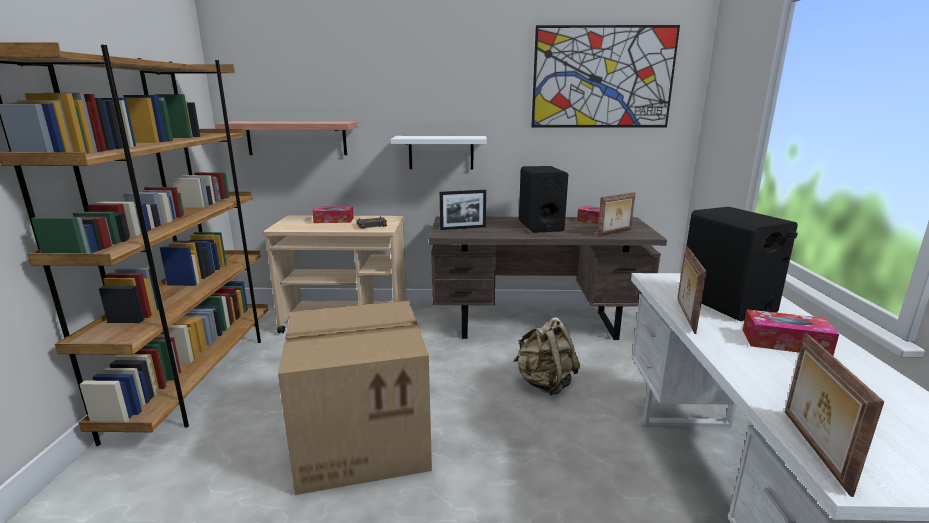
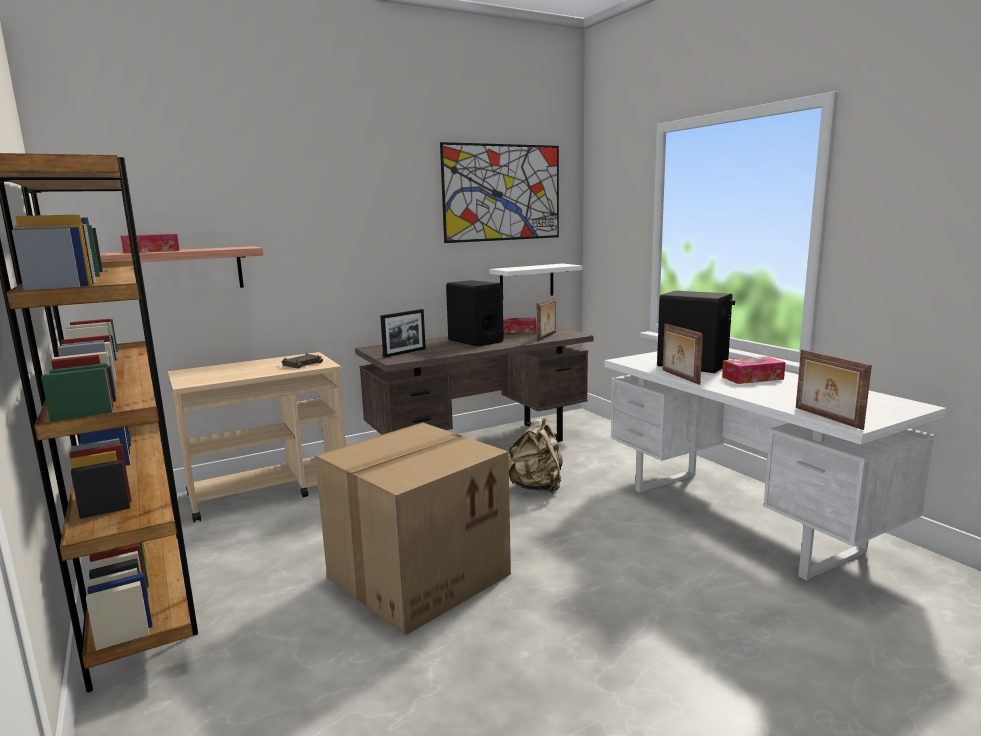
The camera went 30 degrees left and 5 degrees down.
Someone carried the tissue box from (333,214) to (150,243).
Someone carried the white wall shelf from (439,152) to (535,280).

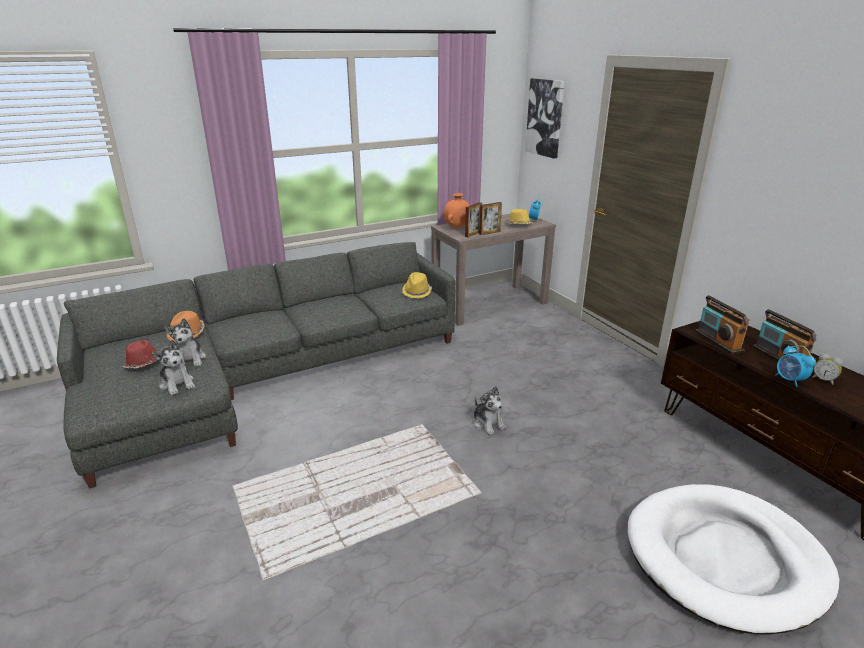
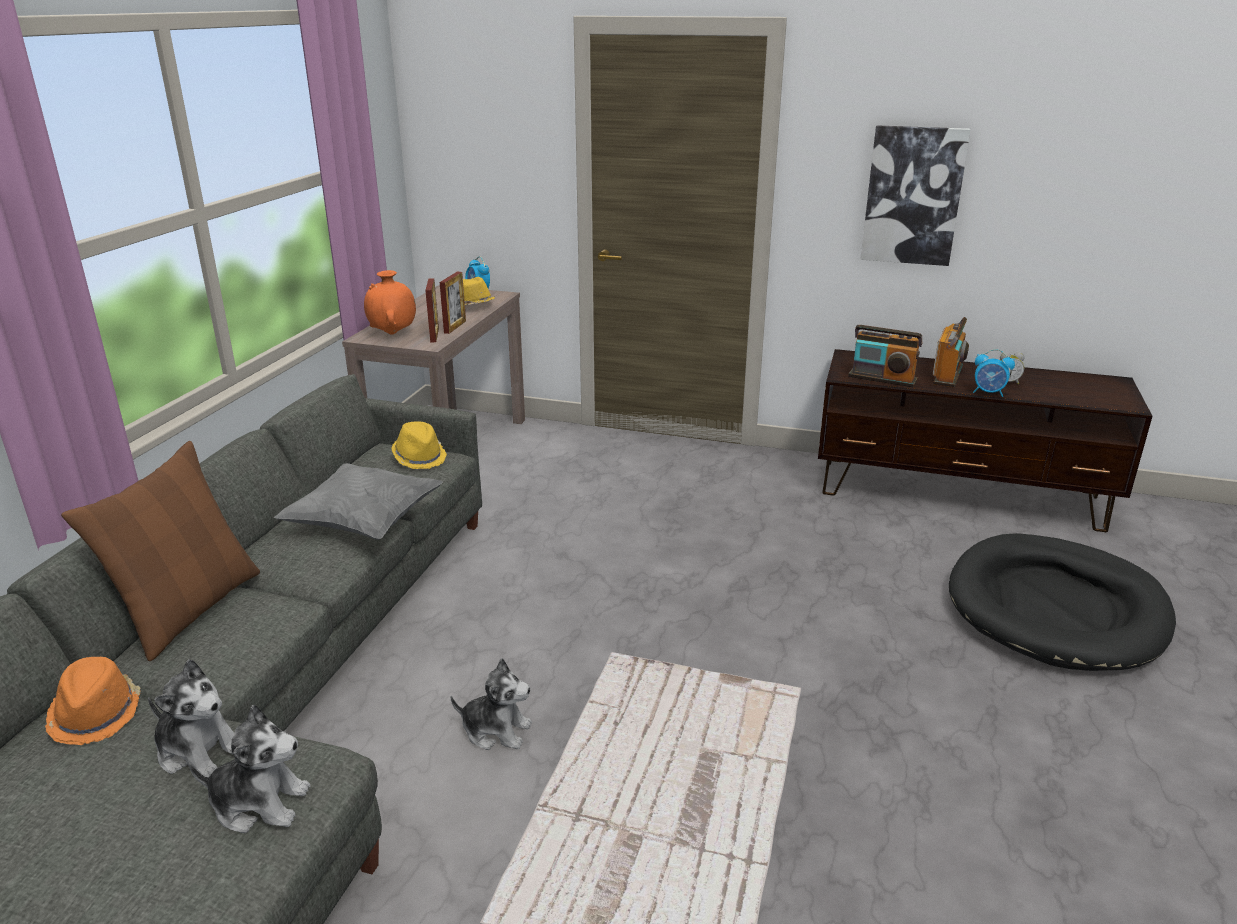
The camera went 45 degrees left and 0 degrees up.
Someone put down the brown pillow at (160,551).
Someone put down the greyish pillow at (358,501).
Someone carried the plush toy from (489,410) to (491,704).
Someone carried the wall picture from (545,118) to (915,195).
Someone rotated the radio receiver at (784,335) by 90 degrees counterclockwise.
Someone repainted the white dog cushion at (733,559), which became the blackish dog cushion at (1062,602).
Someone took away the red-coloured hat at (139,354).

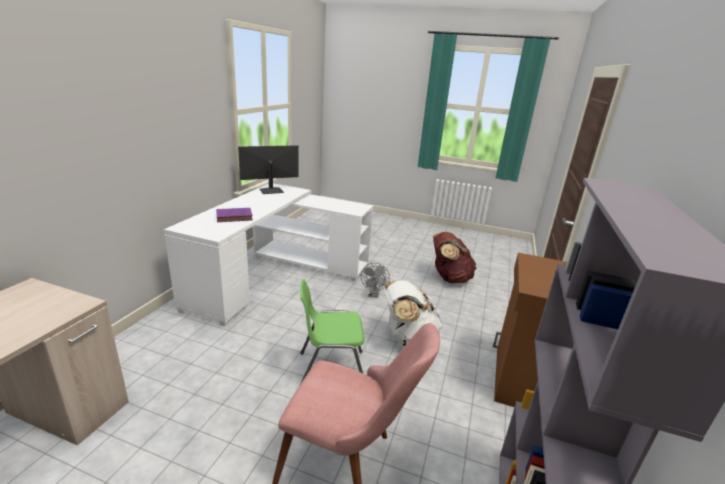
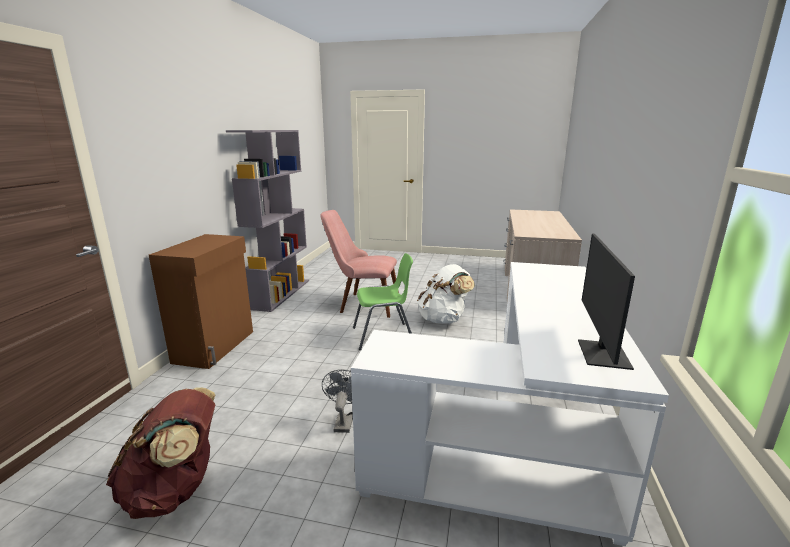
The camera went 175 degrees right and 5 degrees down.
Someone carried the white backpack from (414,313) to (446,294).
Someone rotated the computer display at (268,169) by 135 degrees clockwise.
Someone took away the purple book at (234,215).

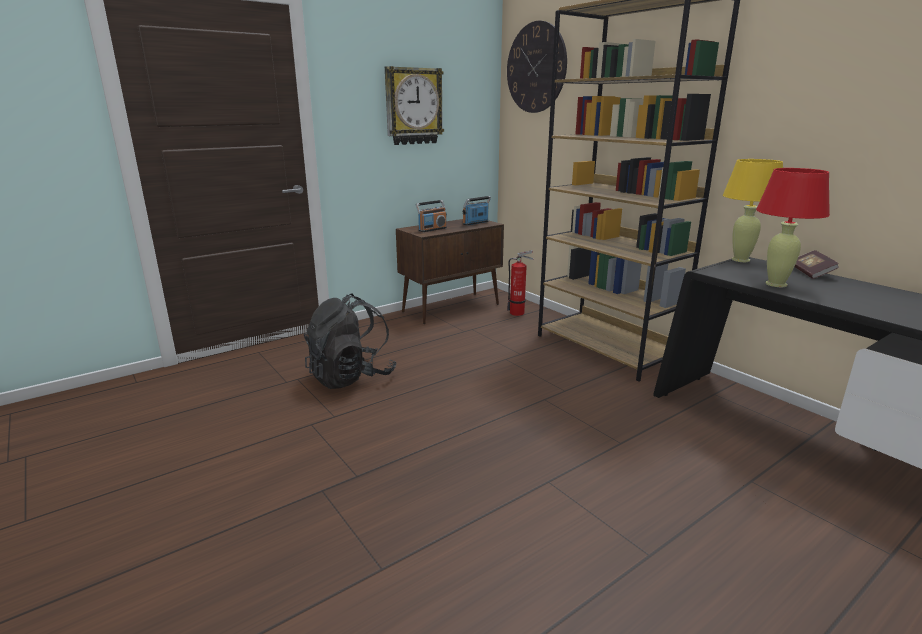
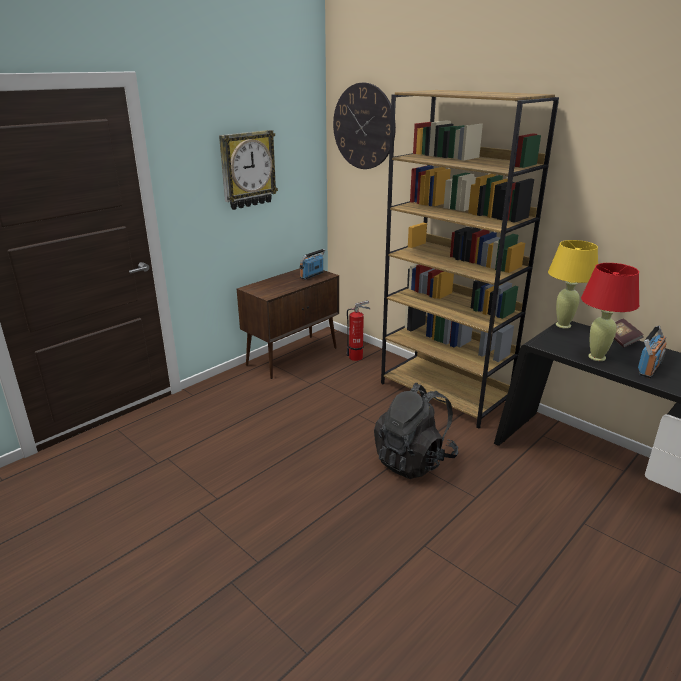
The camera went 10 degrees left and 5 degrees up.
Someone carried the blackish backpack from (350,341) to (416,431).
Someone carried the radio receiver from (431,216) to (652,352).

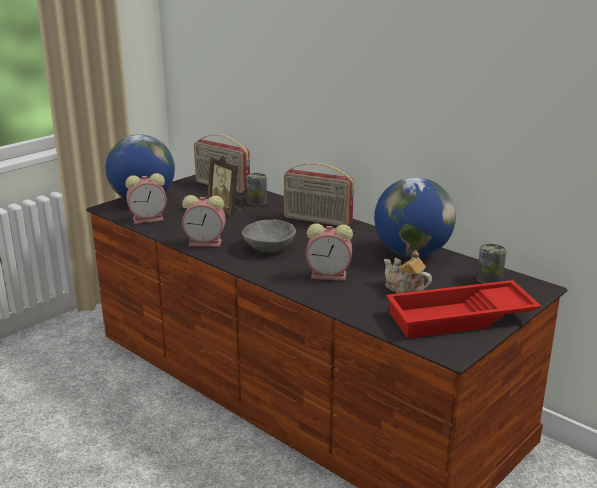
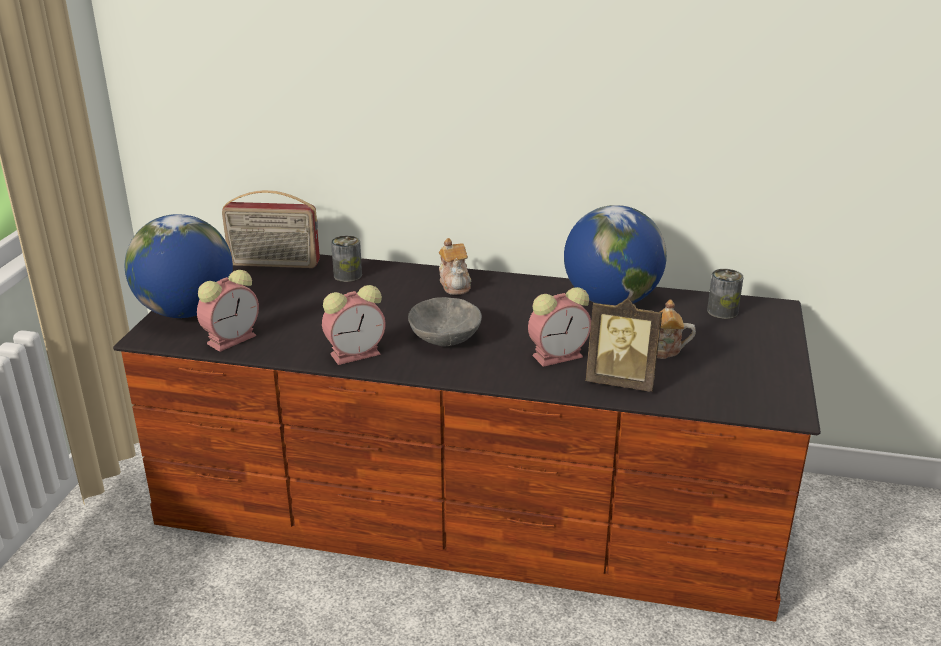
The camera went 30 degrees left and 5 degrees up.
Someone swapped the radio receiver at (319,194) for the tea pot at (455,266).
Someone carried the photo frame from (225,185) to (624,345).
Someone took away the red-coloured serving tray at (463,309).

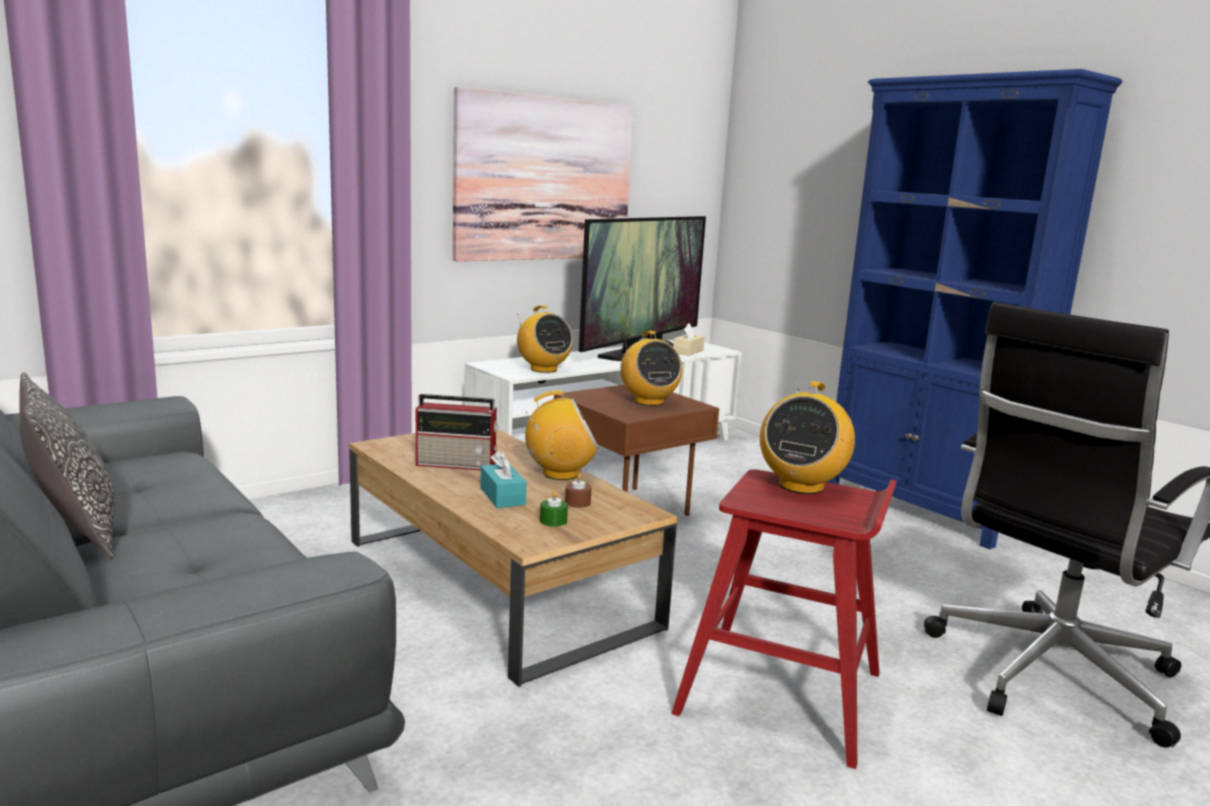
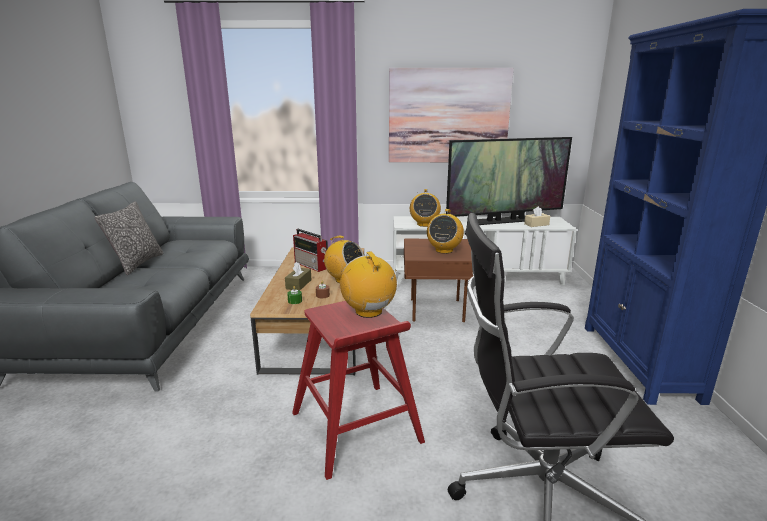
The camera went 40 degrees right and 5 degrees up.
Someone repainted the blue-green tissue box at (504,479), which became the brown tissue box at (298,275).
Someone rotated the radio receiver at (807,437) by 90 degrees clockwise.

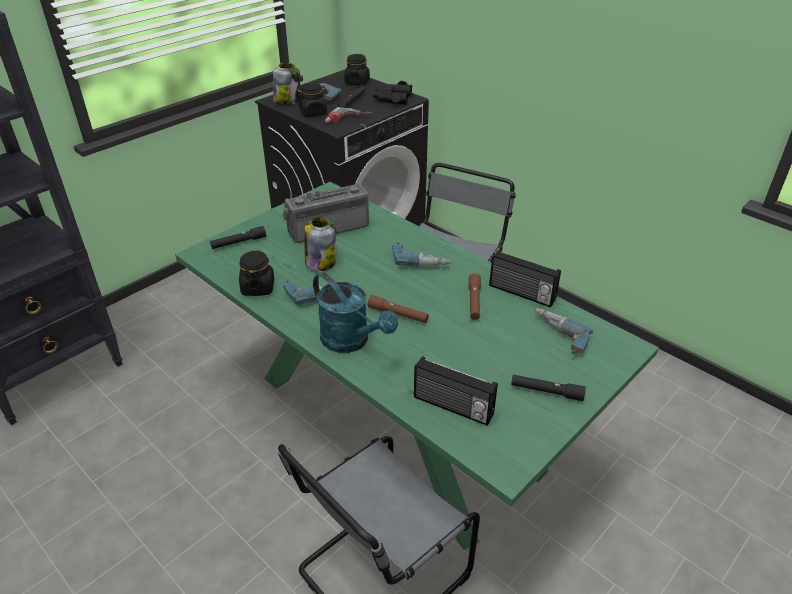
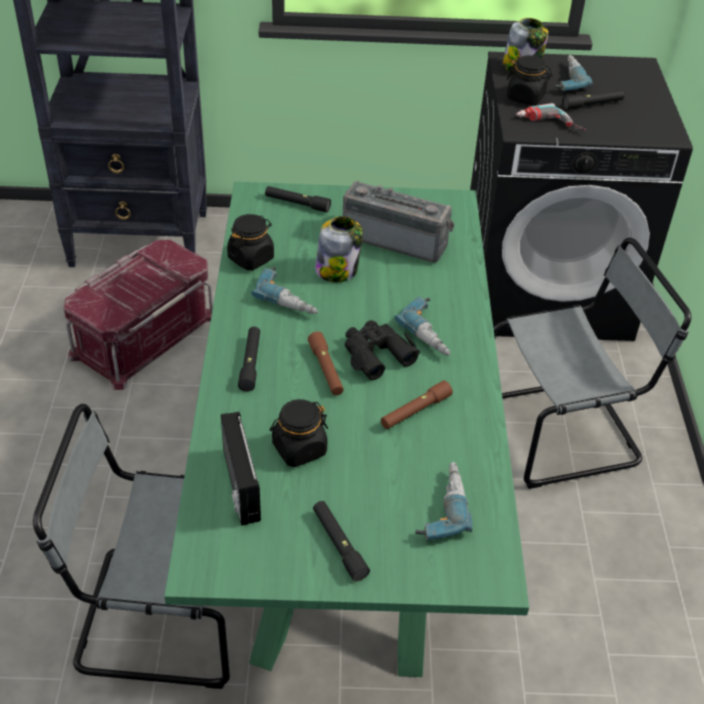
The camera went 45 degrees right and 5 degrees up.
Someone put down the red-coloured storage box at (138,315).
Someone swapped the blue-green watering pot at (355,312) for the blackish hand torch at (249,359).
Someone carried the blackish storage jar from (357,70) to (299,433).
Someone carried the blackish binoculars from (392,93) to (382,350).
Someone took away the radio receiver at (525,278).

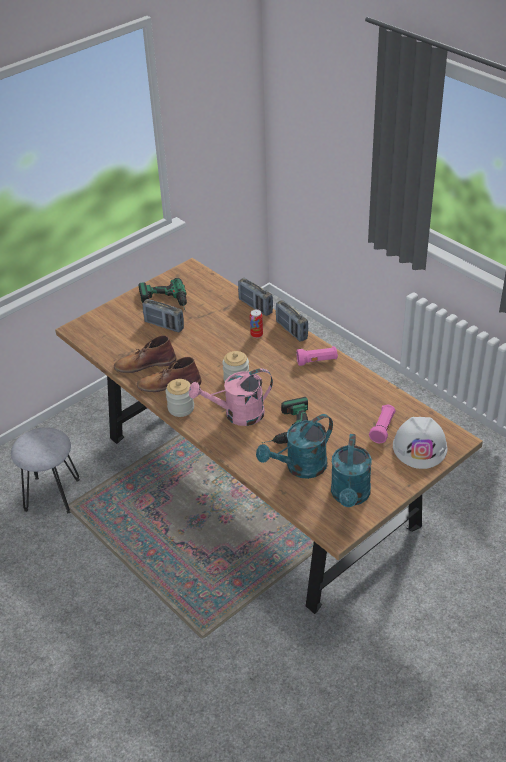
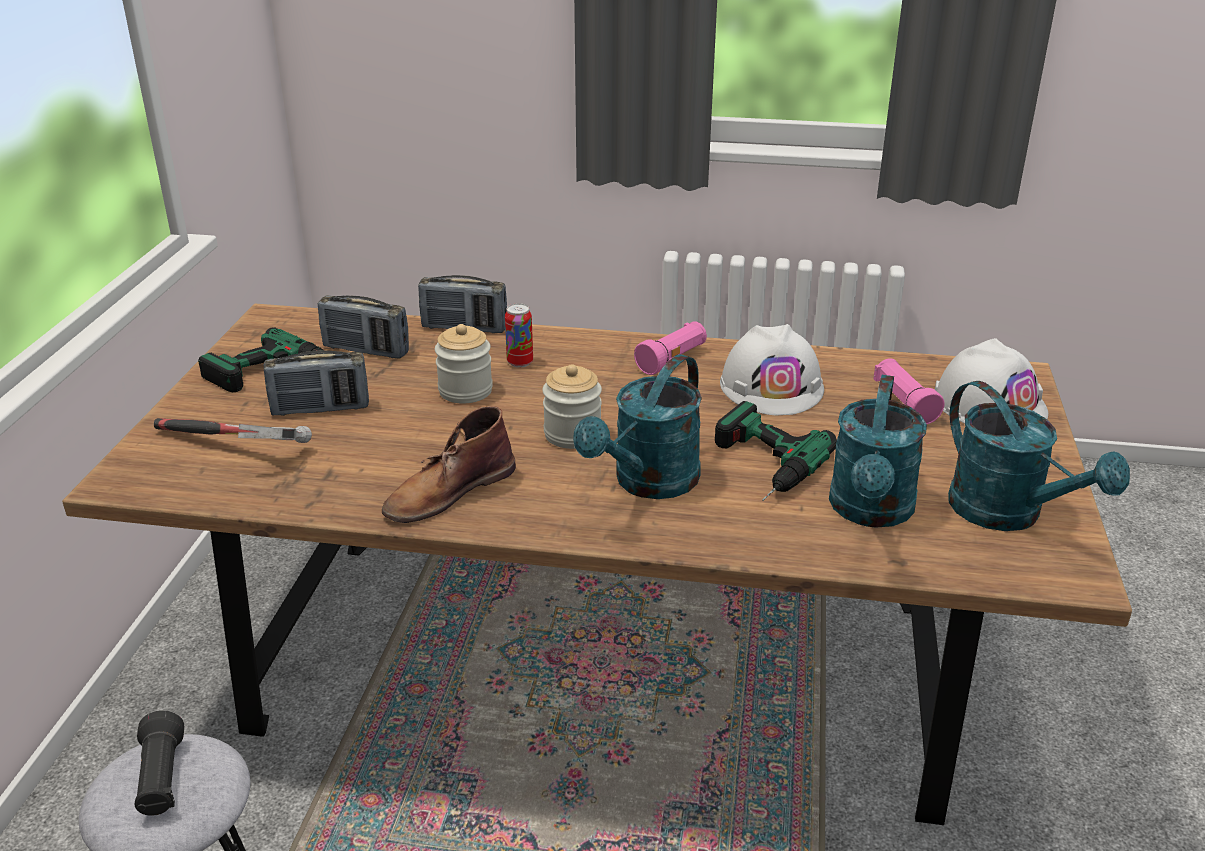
The camera went 40 degrees left and 10 degrees down.
Someone put down the blackish hand torch at (159,763).
Someone put down the hammer at (233,430).
Someone carried the radio receiver from (292,321) to (363,326).
Someone carried the storage jar from (180,398) to (464,363).
Someone repainted the pink-coloured watering pot at (231,397), which became the blue-green watering pot at (637,426).
Someone put down the white hard hat at (772,369).
Someone took away the brown tall boot at (145,354).

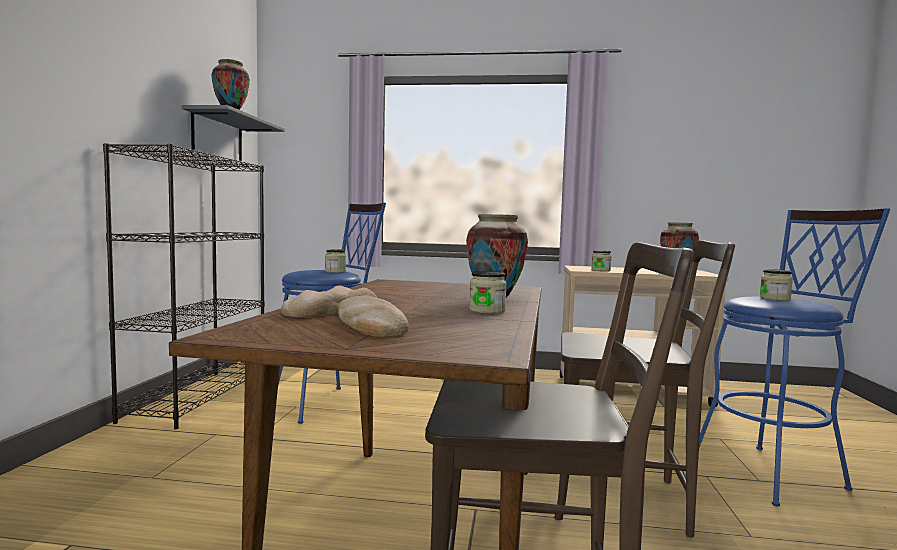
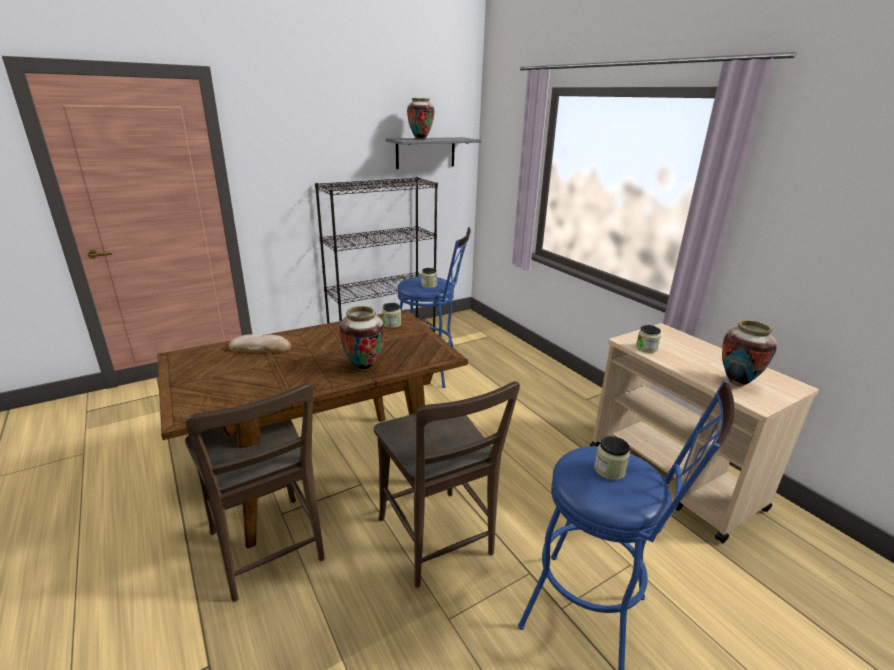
The camera went 50 degrees right and 20 degrees up.
Someone carried the storage jar from (488,292) to (391,315).
Someone took away the bakery bread at (373,316).

